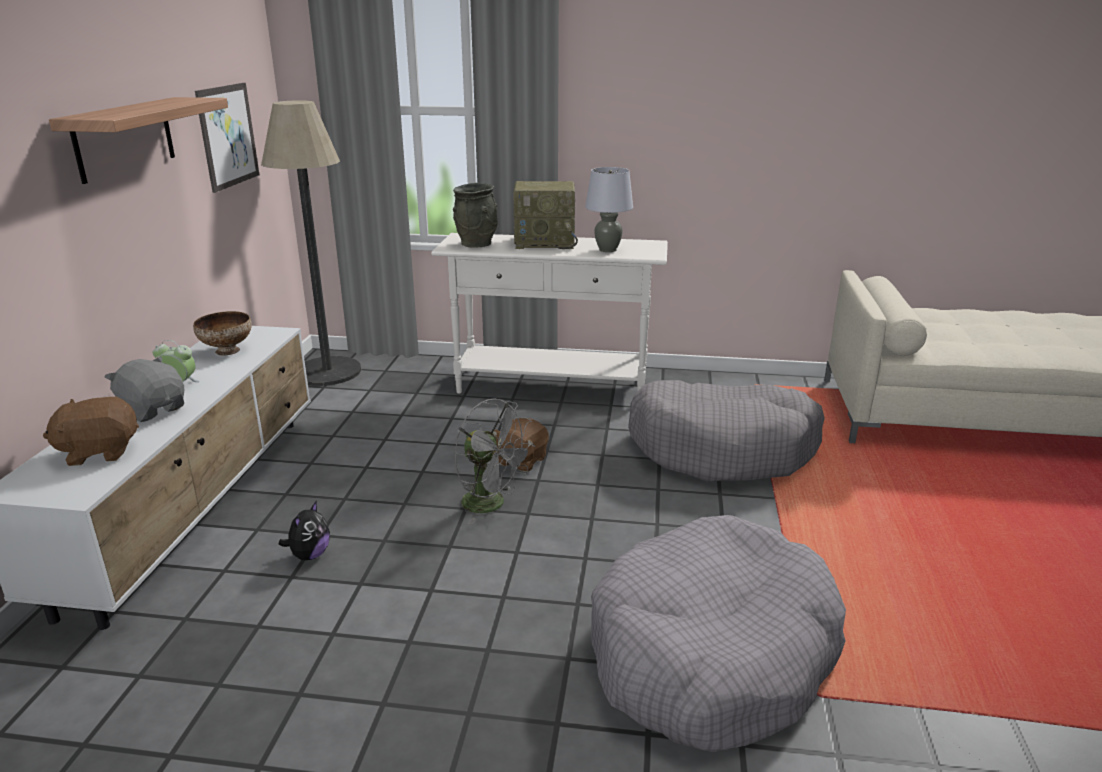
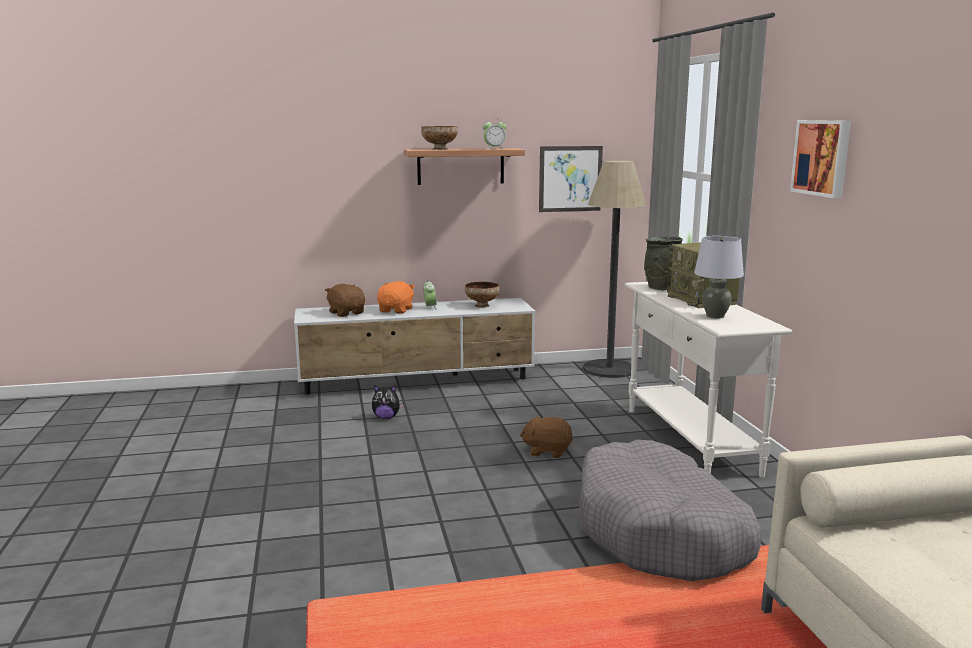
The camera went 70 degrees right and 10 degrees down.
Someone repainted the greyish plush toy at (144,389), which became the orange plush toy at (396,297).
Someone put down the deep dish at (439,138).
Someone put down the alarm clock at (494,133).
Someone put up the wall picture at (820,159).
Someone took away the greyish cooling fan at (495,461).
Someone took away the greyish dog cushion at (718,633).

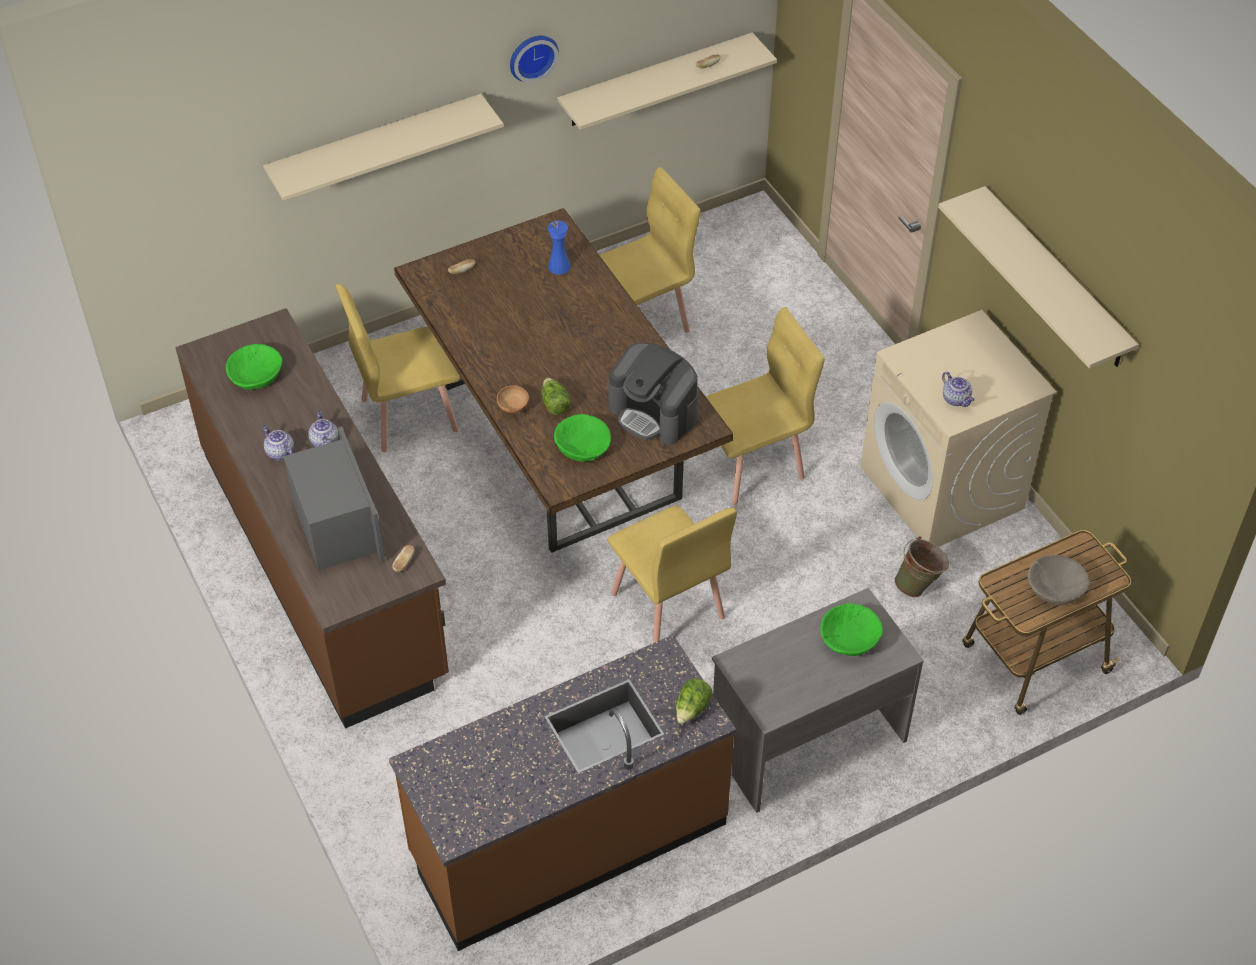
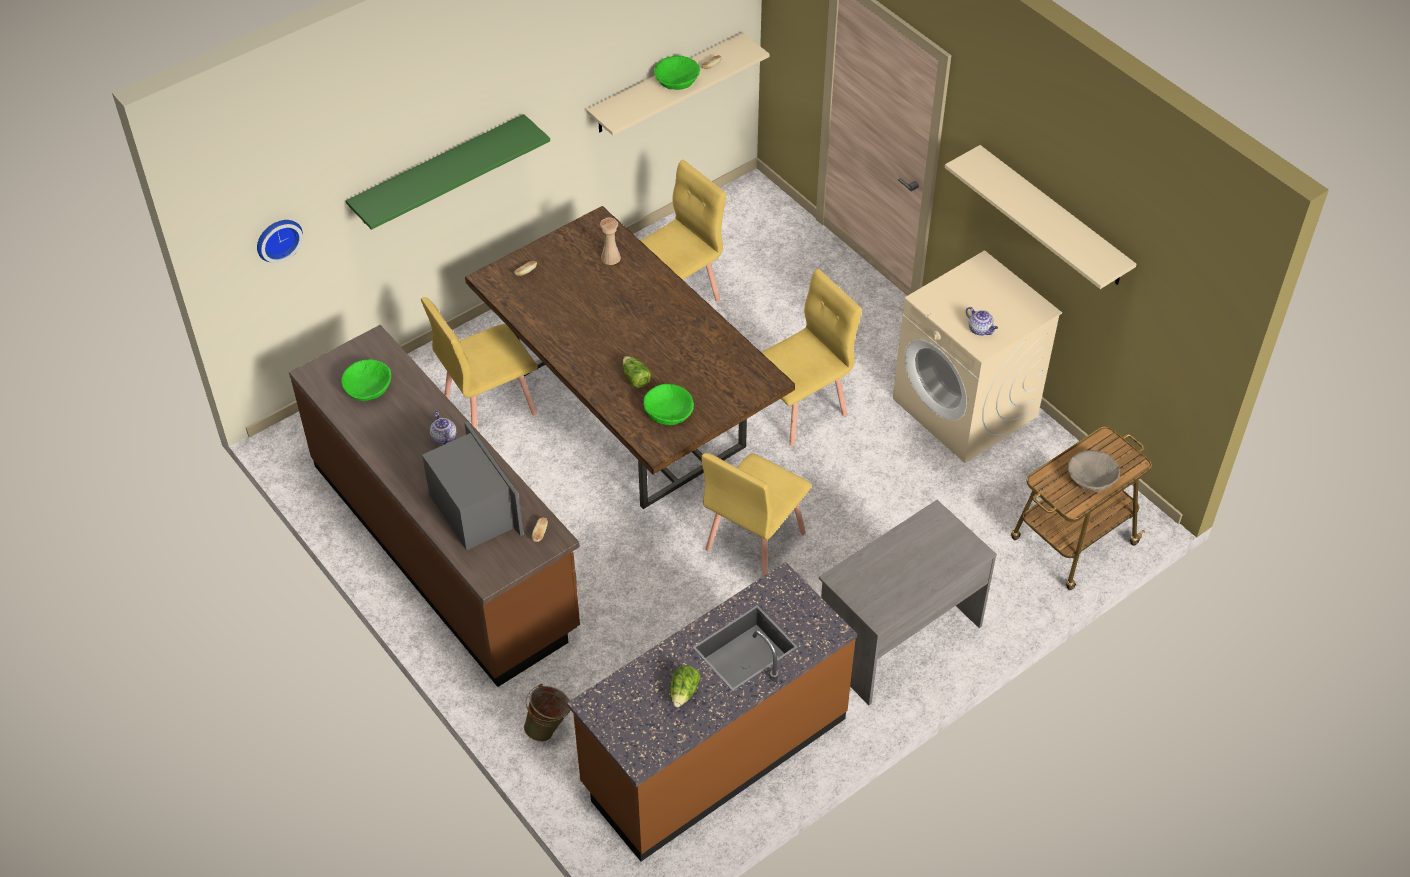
The camera went 10 degrees left and 0 degrees up.
Someone carried the wall clock from (534,59) to (280,241).
Someone repainted the beige-coloured wall shelf at (383,147), which became the green-coloured wall shelf at (448,172).
Someone carried the green-coloured bucket from (921,566) to (547,713).
Someone repainted the blue flower vase at (559,248), which became the beige-coloured flower vase at (610,241).
Someone carried the green-coloured deep dish from (851,629) to (677,73).
Someone carried the head of lettuce from (694,701) to (685,686).
Someone rotated the yellow plain chair at (672,574) by 75 degrees clockwise.
Someone took away the tea pot at (278,442).
Someone took away the brown deep dish at (513,399).
Someone took away the coffee maker at (653,394).

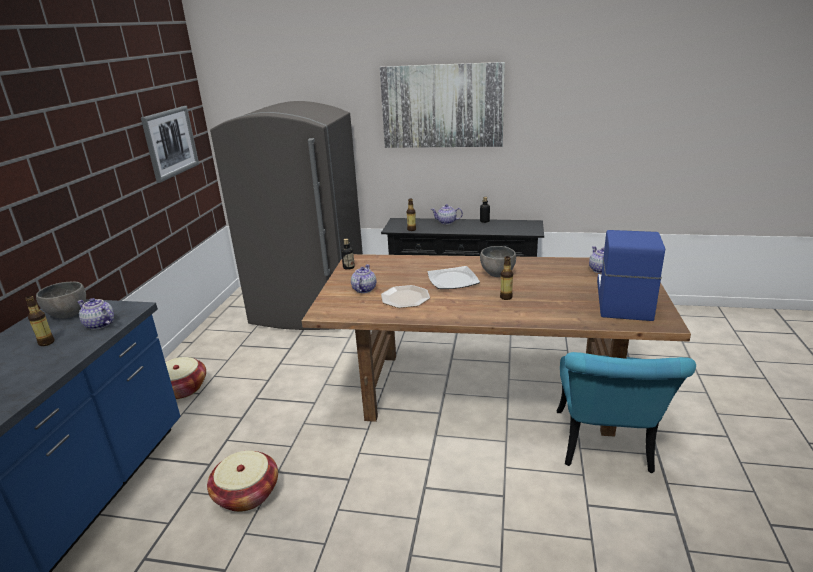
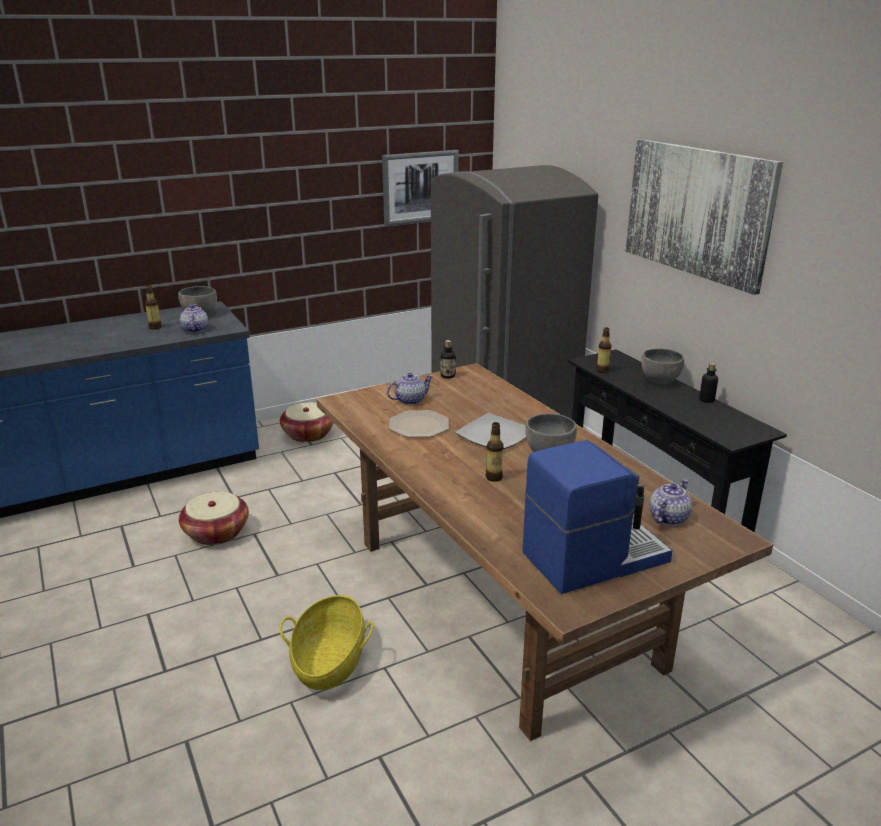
The camera went 50 degrees right and 0 degrees up.
Someone put down the household basket at (327,642).
Someone swapped the tea pot at (447,214) for the greyish deep dish at (662,366).
Someone took away the blue-green plain chair at (626,413).

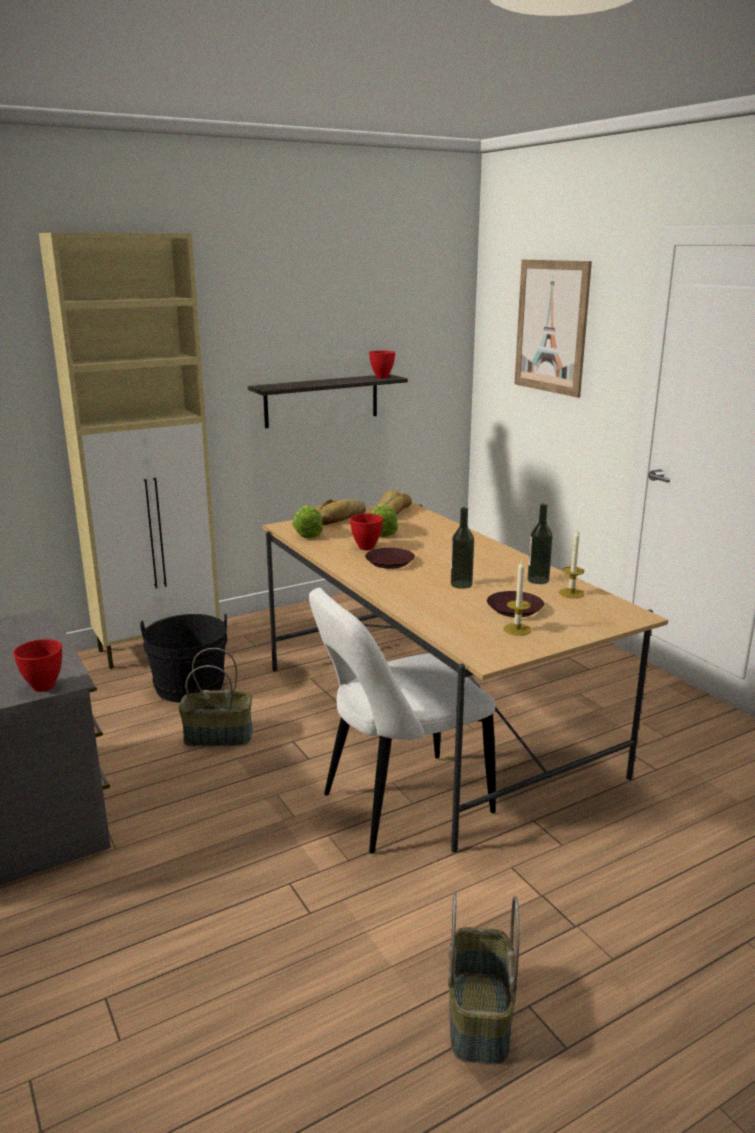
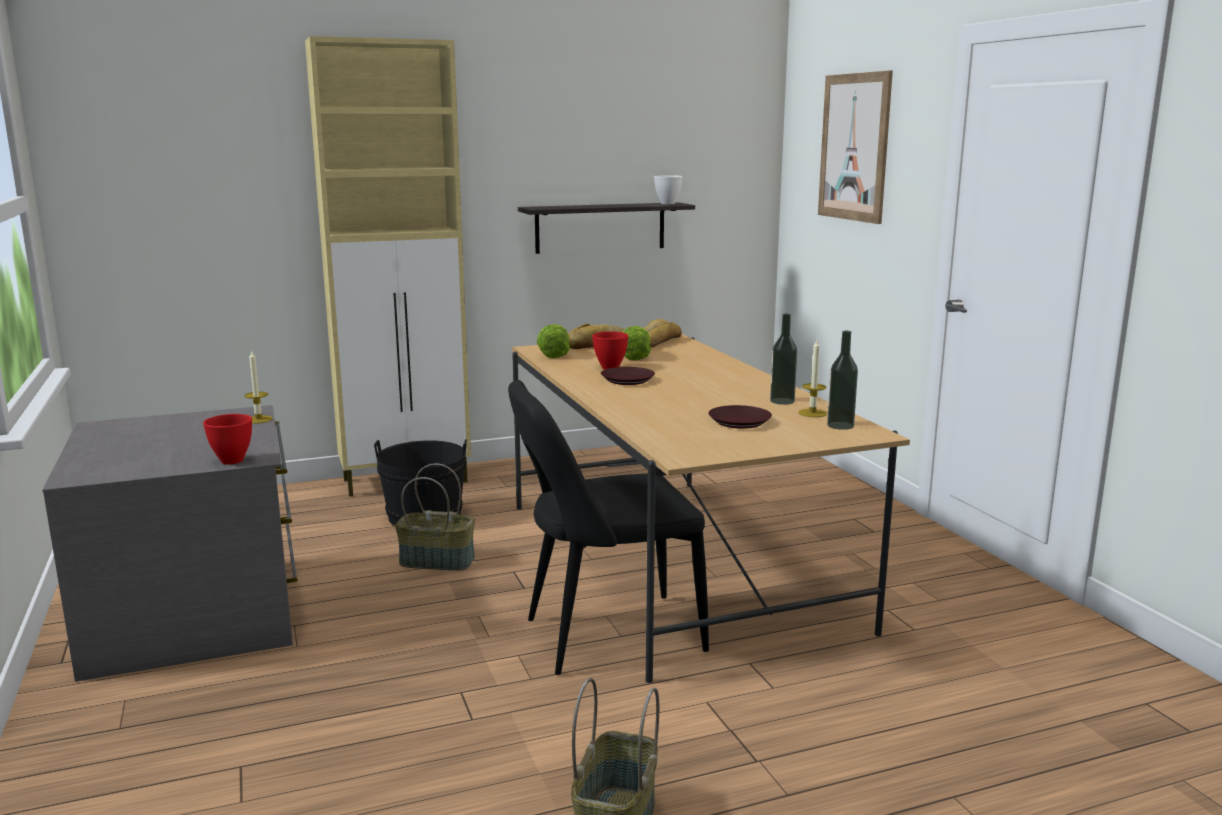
The camera went 10 degrees right and 5 degrees down.
Someone carried the wax light from (517,598) to (258,387).
Someone repainted the white plain chair at (402,721), which became the blackish plain chair at (608,527).
Someone repainted the red-coloured deep dish at (382,364), which became the white deep dish at (668,189).
Someone carried the bottle from (462,548) to (842,380).

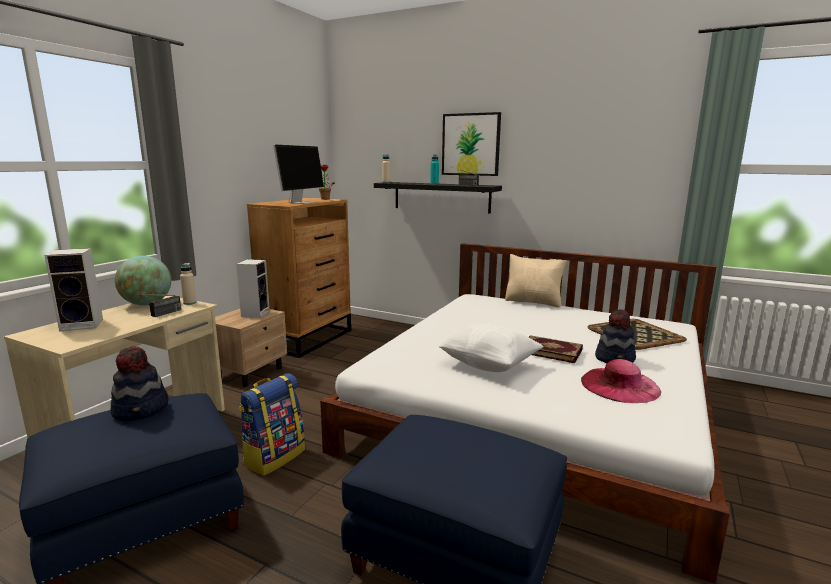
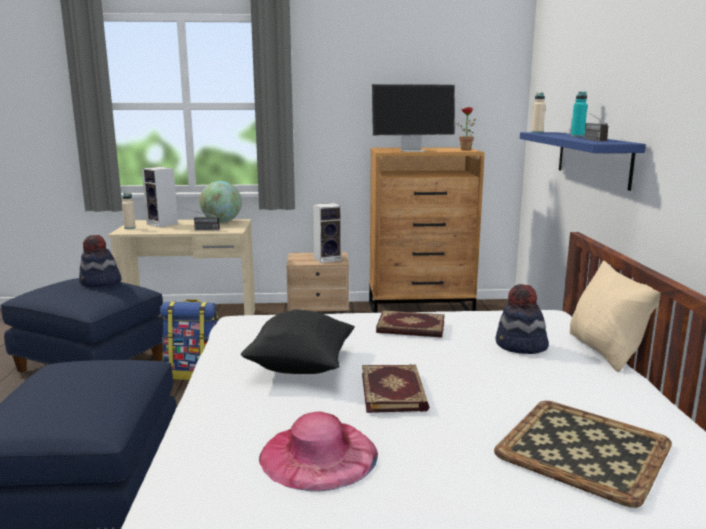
The camera went 60 degrees right and 0 degrees up.
Someone carried the beige-coloured bottle from (188,284) to (129,210).
Someone repainted the white pillow at (490,348), which became the blackish pillow at (298,342).
Someone put down the book at (410,324).
Someone carried the hat from (615,336) to (522,319).
Someone repainted the blackish wall shelf at (438,198), which became the blue wall shelf at (583,161).
Someone took away the wall picture at (471,144).

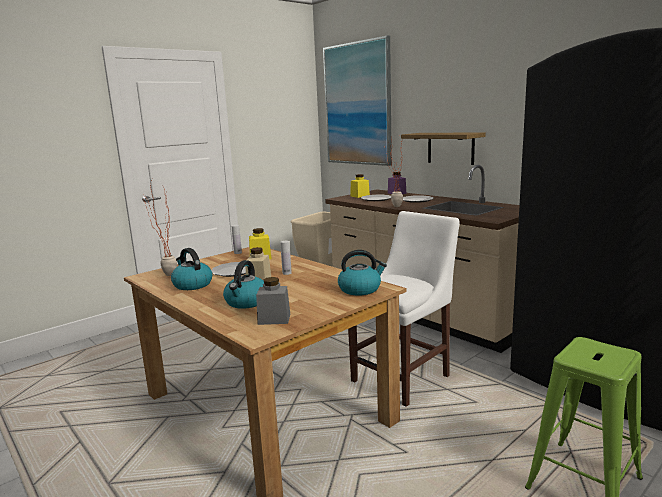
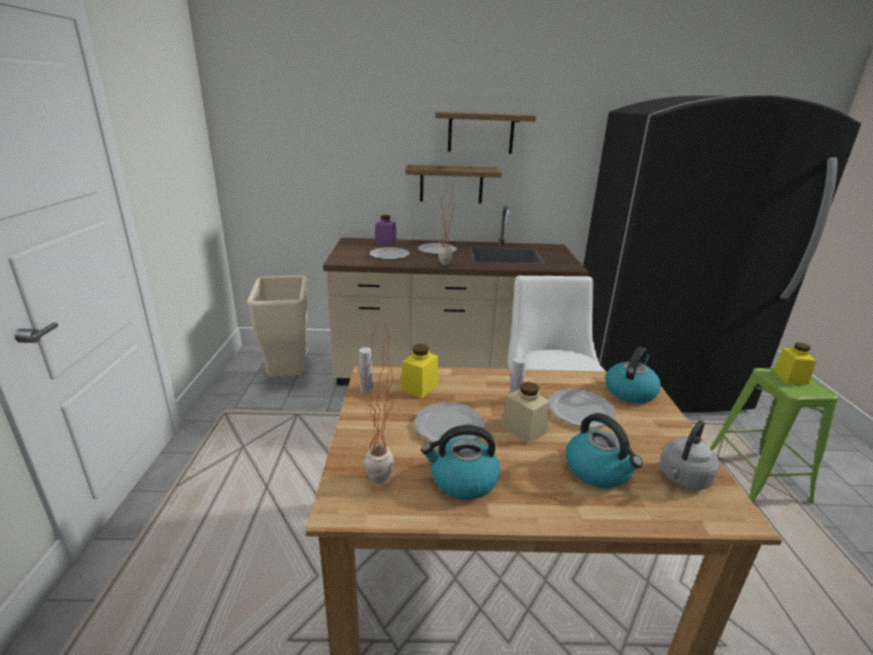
The camera went 50 degrees left and 10 degrees up.
Someone put up the wall shelf at (485,132).
Someone put down the plate at (582,408).
Someone swapped the greyish storage jar at (273,301) for the greyish kettle at (690,454).
Someone carried the yellow storage jar from (360,186) to (795,363).
Someone took away the wall picture at (357,100).

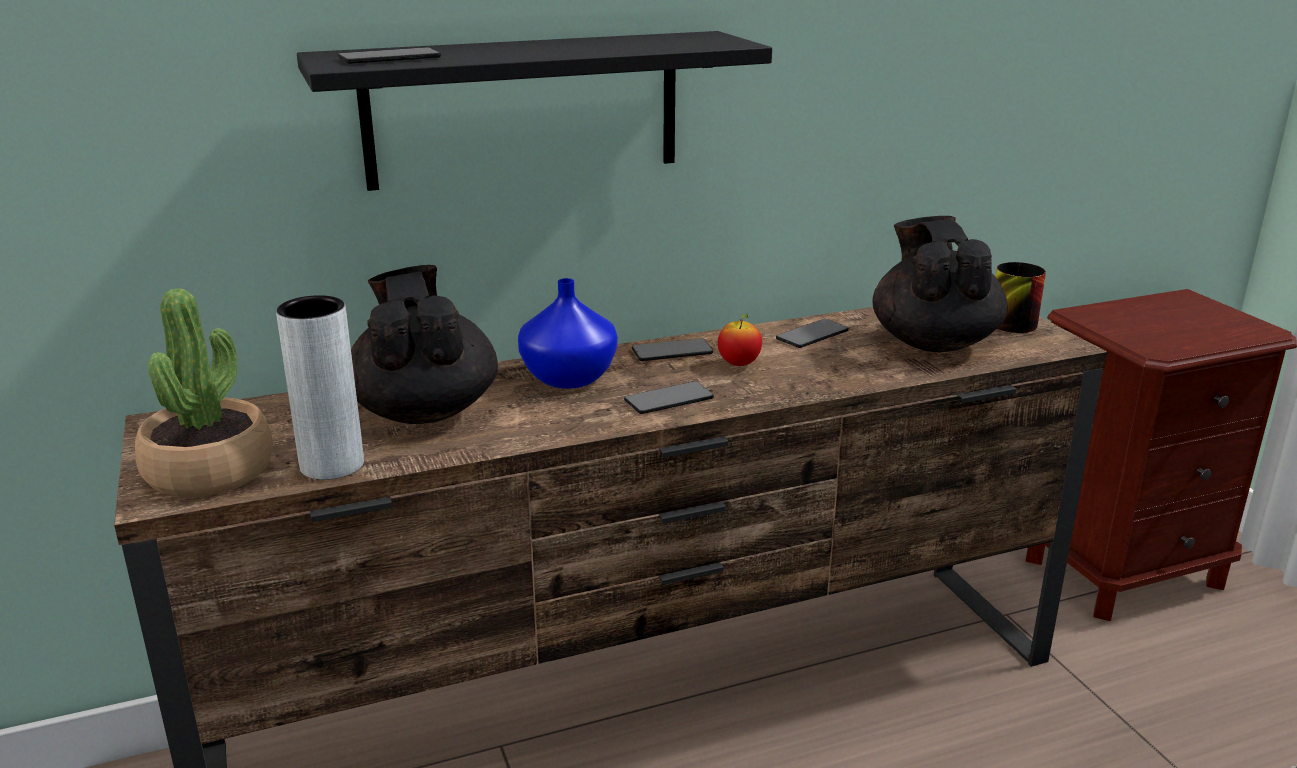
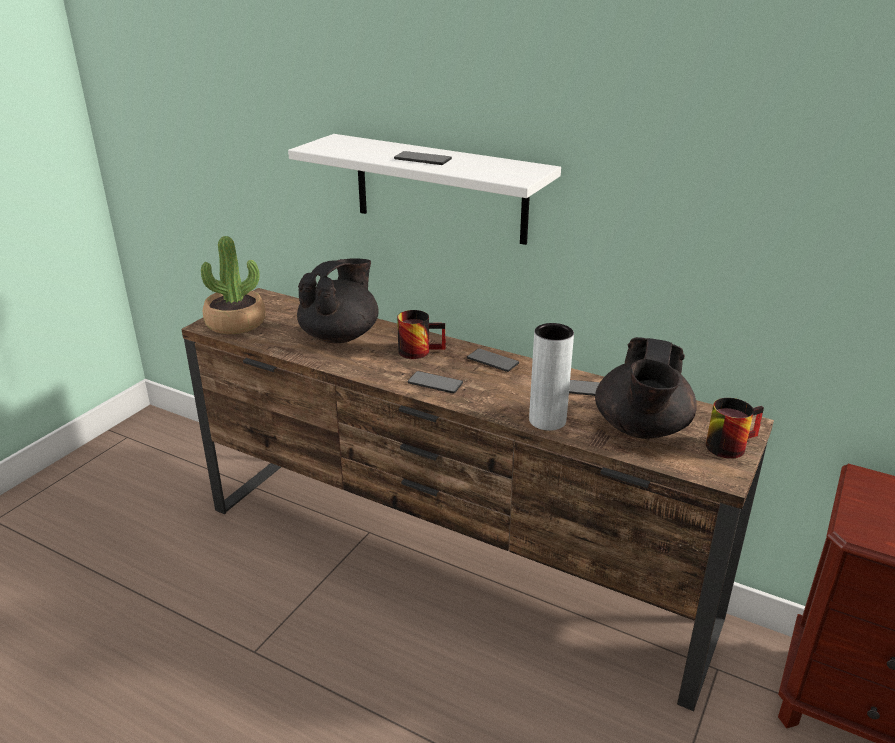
The camera went 50 degrees right and 5 degrees up.
Someone repainted the blackish wall shelf at (534,111), which became the white wall shelf at (424,189).
Someone carried the telephone from (389,55) to (423,158).
Someone swapped the blue flower vase at (568,333) for the mug at (421,334).
Someone carried the greyish flower vase from (320,387) to (551,377).
Someone rotated the blackish tea pot at (940,284) by 150 degrees clockwise.
Someone took away the apple fruit at (739,339).

